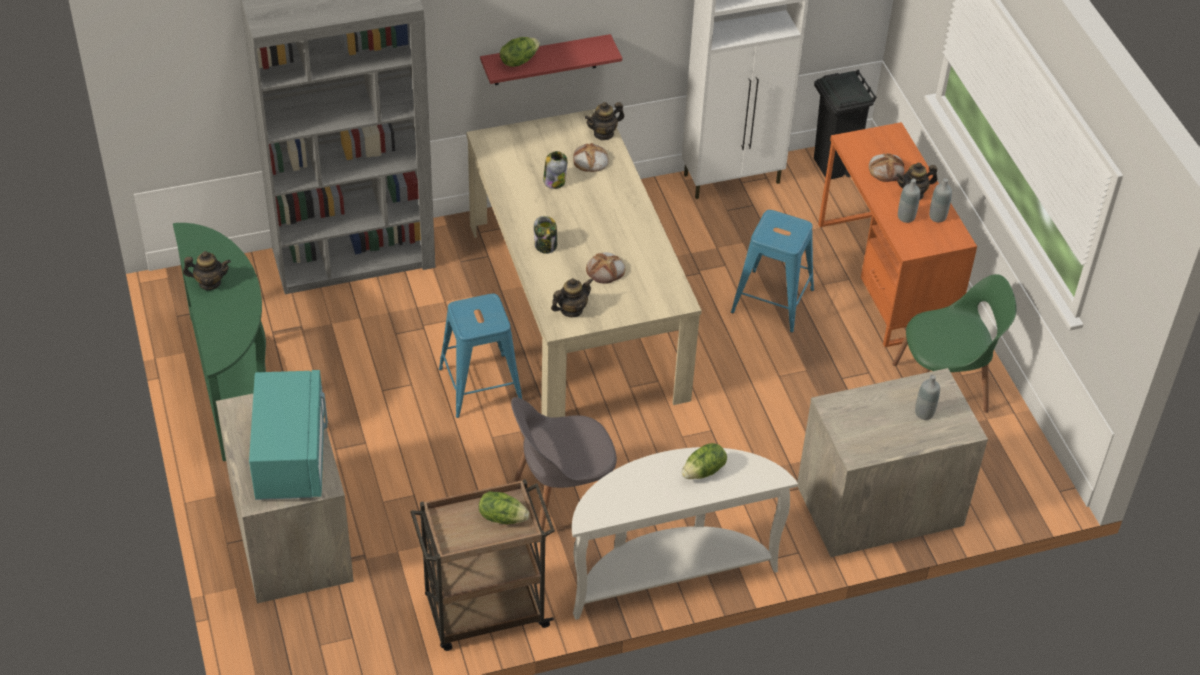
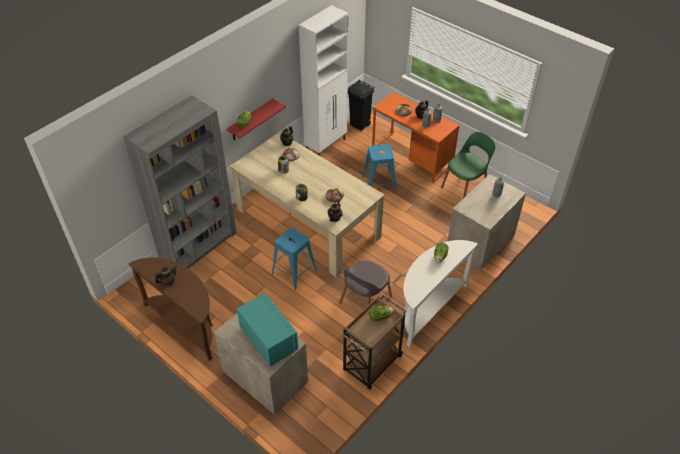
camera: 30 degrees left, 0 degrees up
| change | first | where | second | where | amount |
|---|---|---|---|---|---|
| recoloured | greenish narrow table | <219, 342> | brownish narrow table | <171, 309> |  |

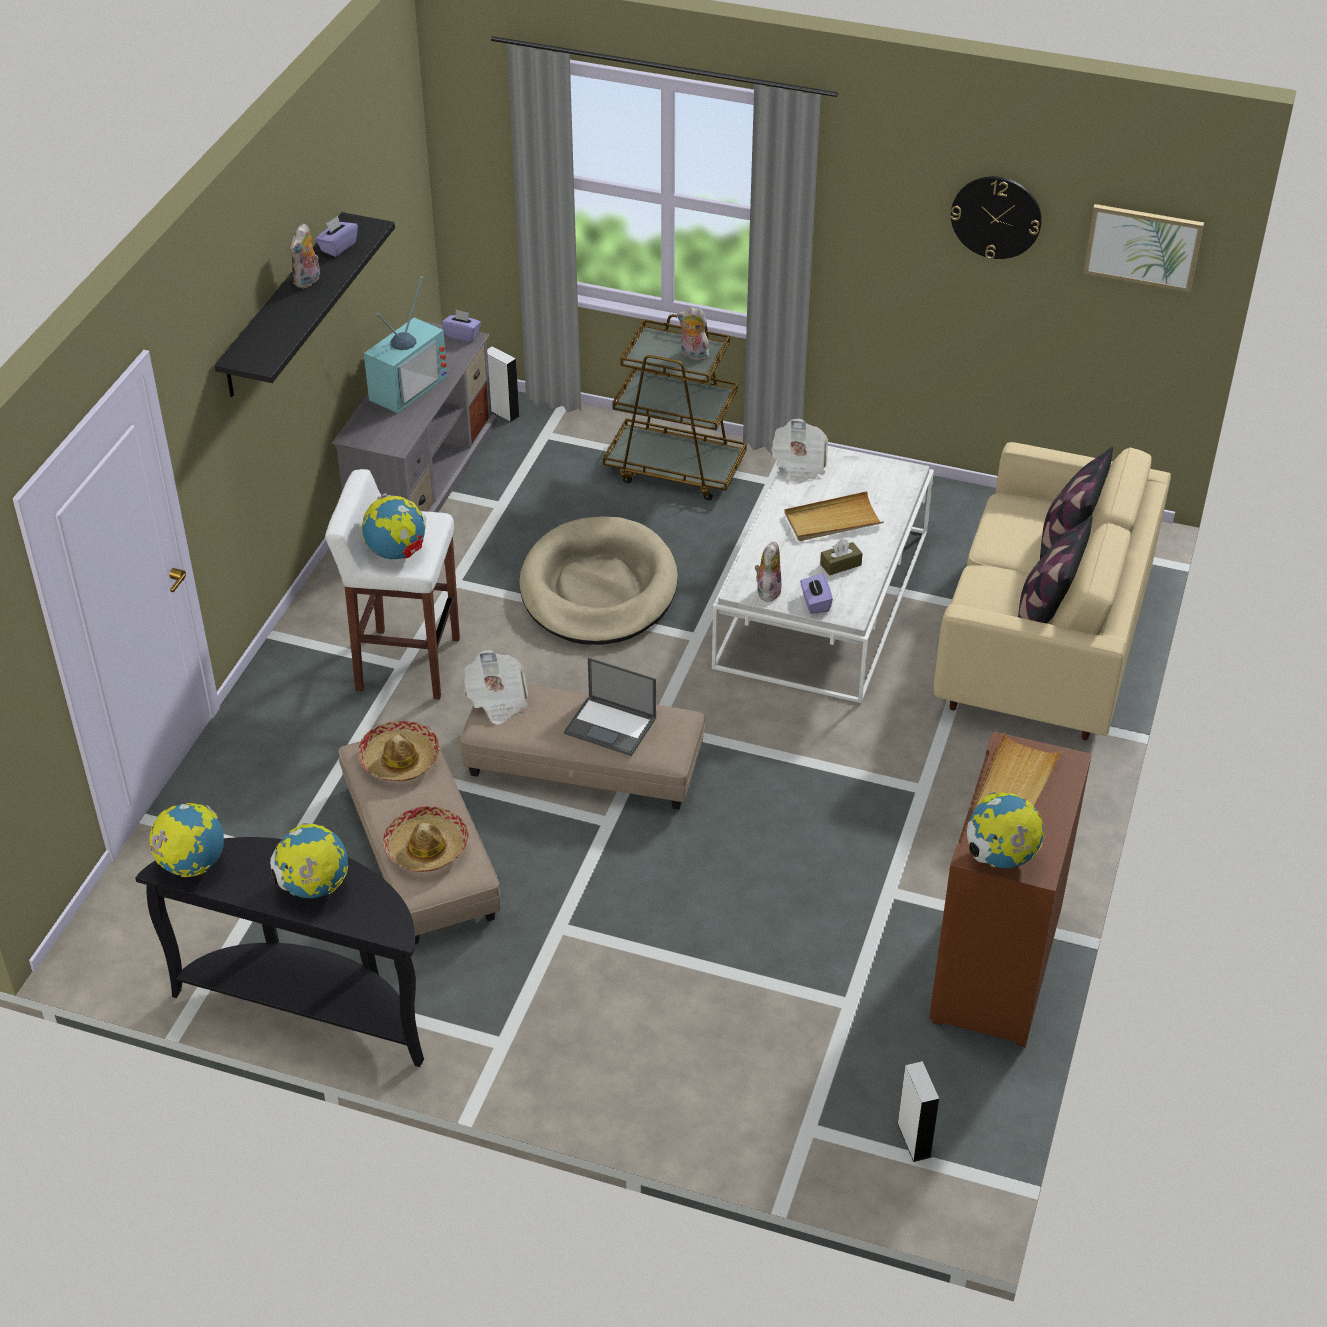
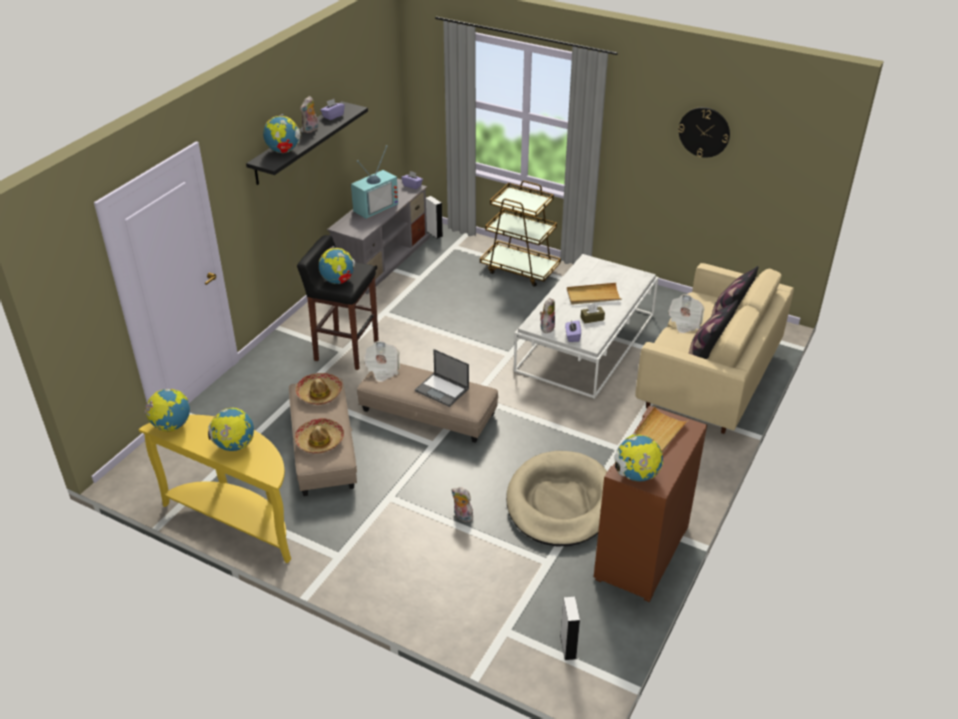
camera: 10 degrees right, 5 degrees down
| change | first | where | second | where | amount |
|---|---|---|---|---|---|
| removed | wall art | <1143, 248> |  |  |  |
| moved | soft toy | <693, 333> |  | <462, 505> |  |
| moved | printed paper | <799, 452> |  | <686, 313> |  |
| recoloured | white-coloured stool | <392, 584> | black stool | <338, 302> |  |
| moved | beige pet bed | <598, 580> |  | <556, 499> |  |
| recoloured | black narrow table | <279, 952> | yellow-coloured narrow table | <215, 489> |  |
| added |  |  | world globe | <282, 133> |  |

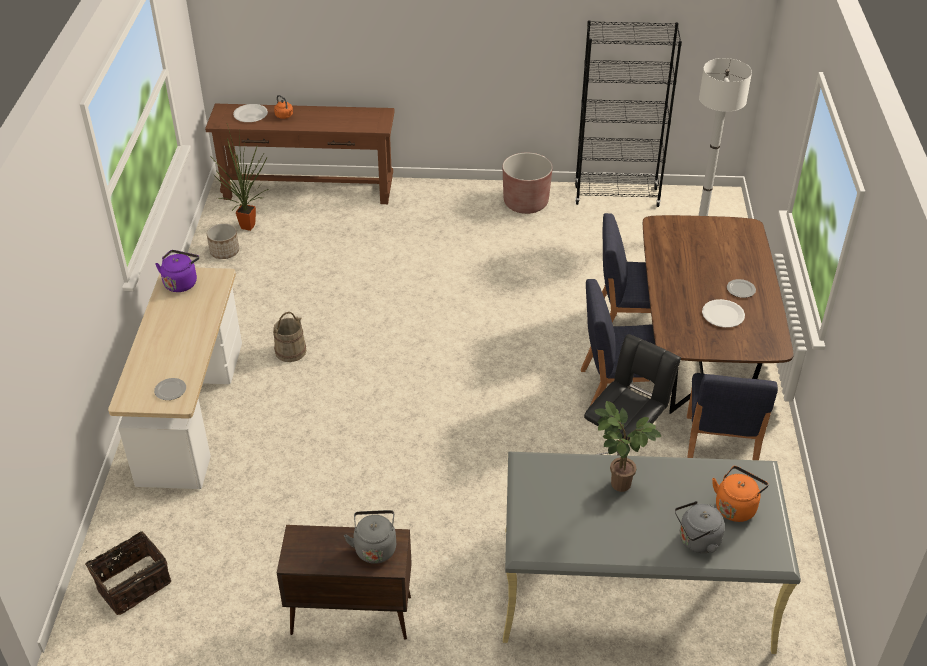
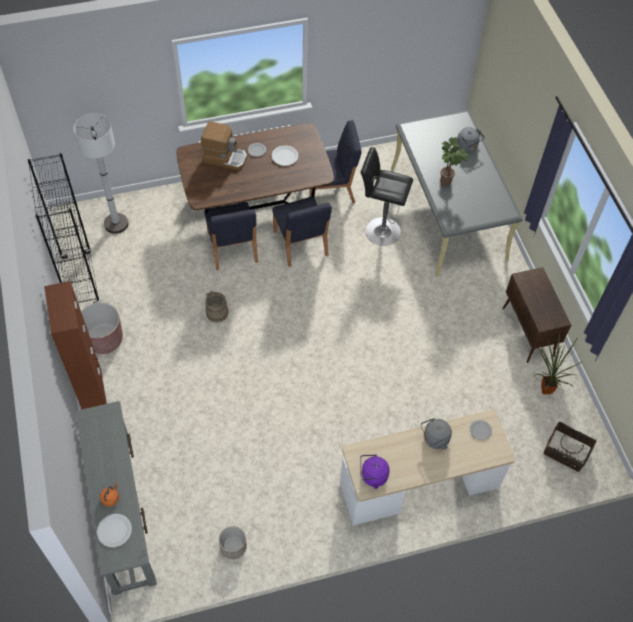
camera: 110 degrees left, 15 degrees up
| change | first | where | second | where | amount |
|---|---|---|---|---|---|
| recoloured | brownish narrow table | <300, 154> | grey narrow table | <116, 498> |  |
| moved | plant in a pot | <240, 177> |  | <558, 363> |  |
| moved | beige water bucket | <290, 337> |  | <216, 307> |  |
| removed | orange-coloured tea kettle | <740, 494> |  |  |  |
| moved | grey tea kettle | <370, 537> |  | <436, 434> |  |
| added |  |  | coffee brewer | <224, 145> |  |
| added |  |  | brownish cupboard | <75, 345> |  |

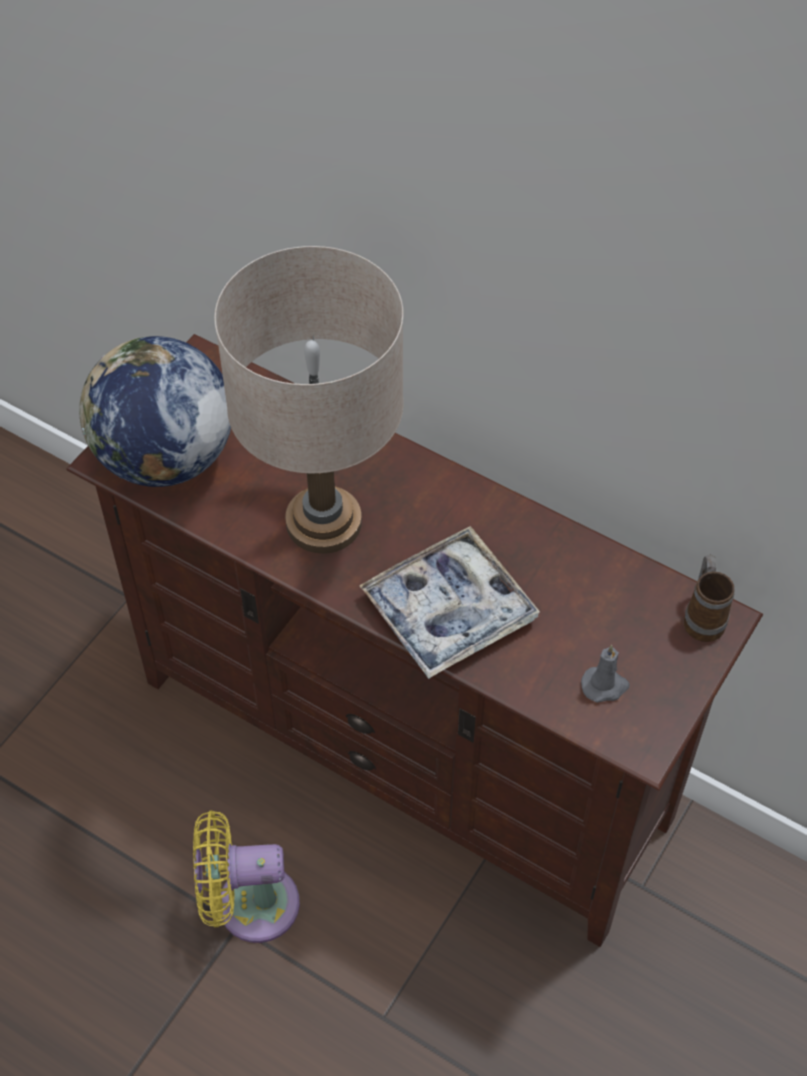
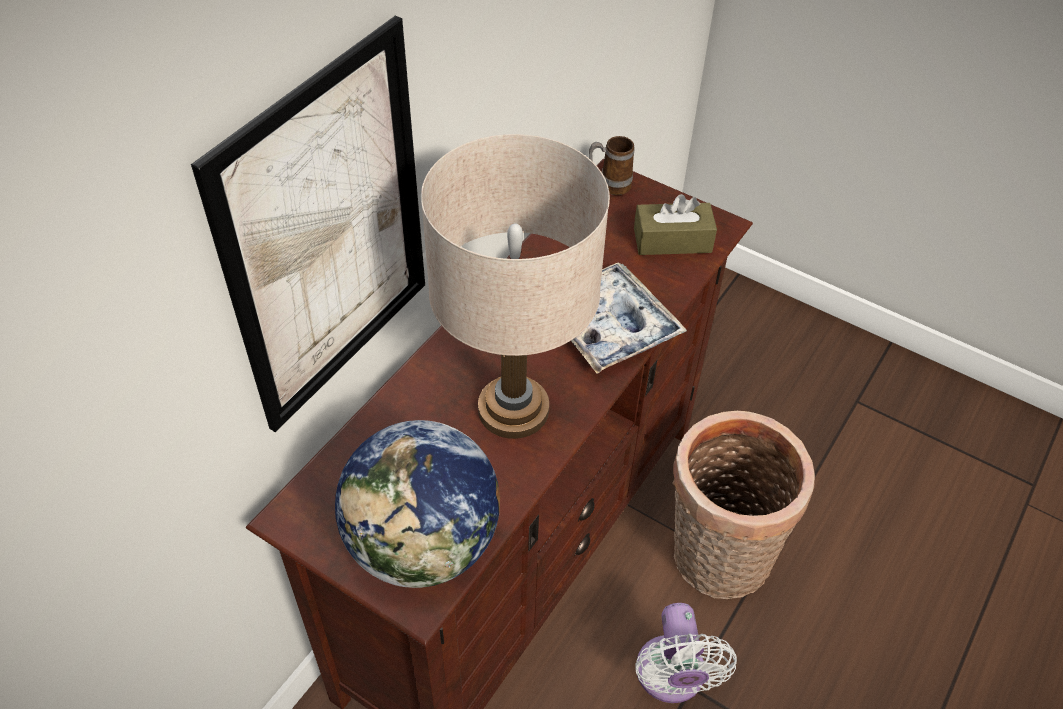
camera: 90 degrees left, 5 degrees down
| change | first | where | second | where | amount |
|---|---|---|---|---|---|
| replaced | grey candle | <605, 674> | brownish tissue box | <675, 224> |  |
| recoloured | yellow-coloured electric fan | <246, 876> | white-coloured electric fan | <686, 653> |  |
| added |  |  | wall art | <308, 224> |  |
| added |  |  | storage basket | <743, 505> |  |

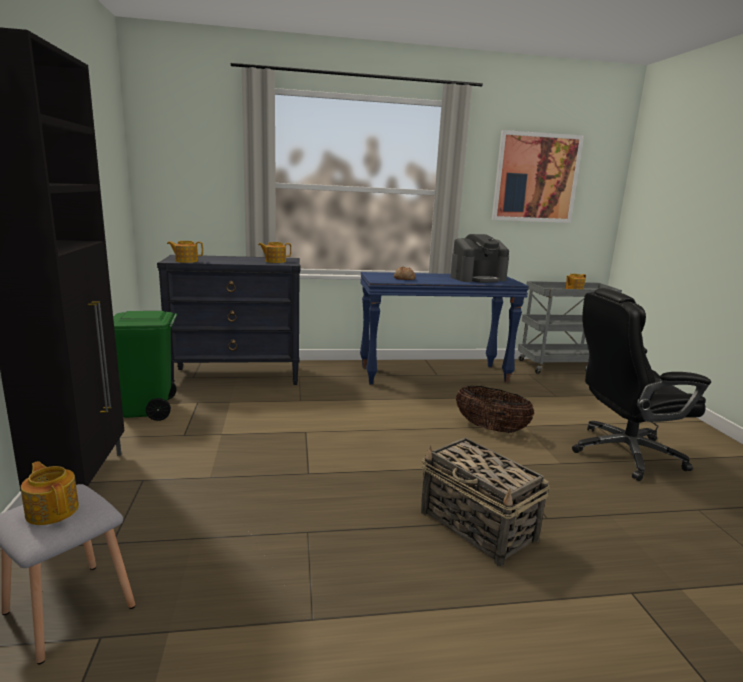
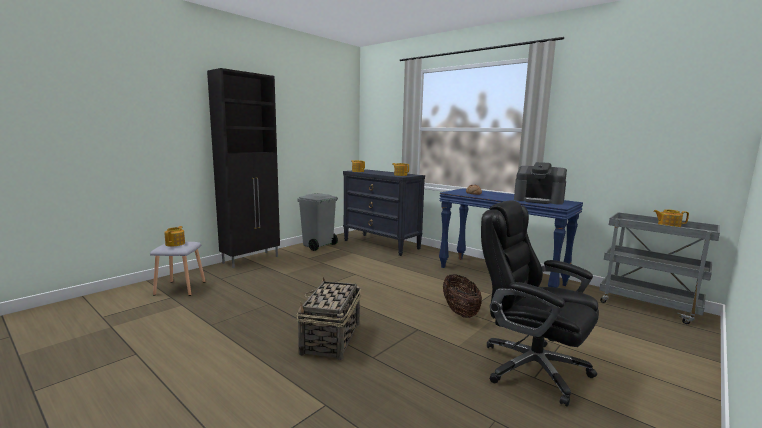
camera: 50 degrees right, 5 degrees down
| change | first | where | second | where | amount |
|---|---|---|---|---|---|
| removed | wall art | <538, 176> |  |  |  |
| recoloured | greenish rubbish bin | <145, 366> | grey rubbish bin | <317, 222> |  |

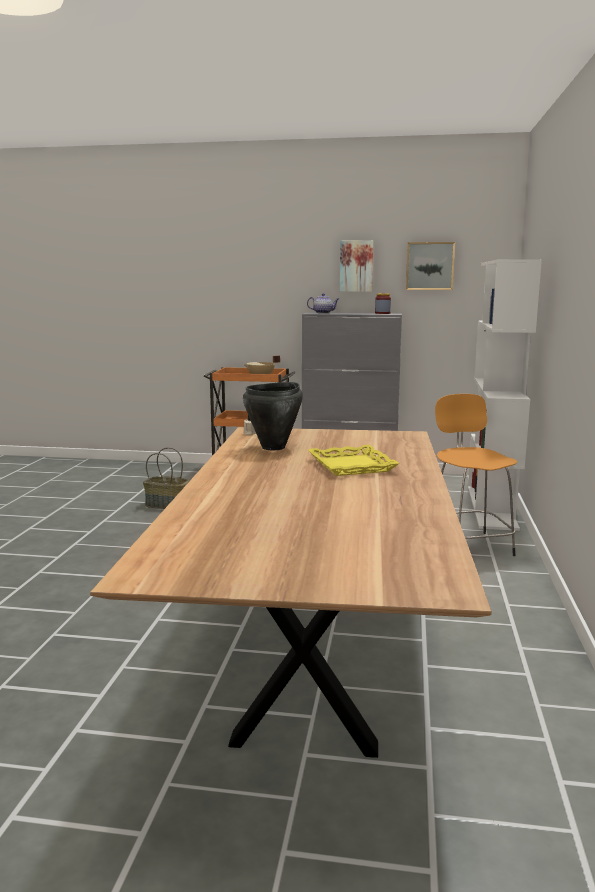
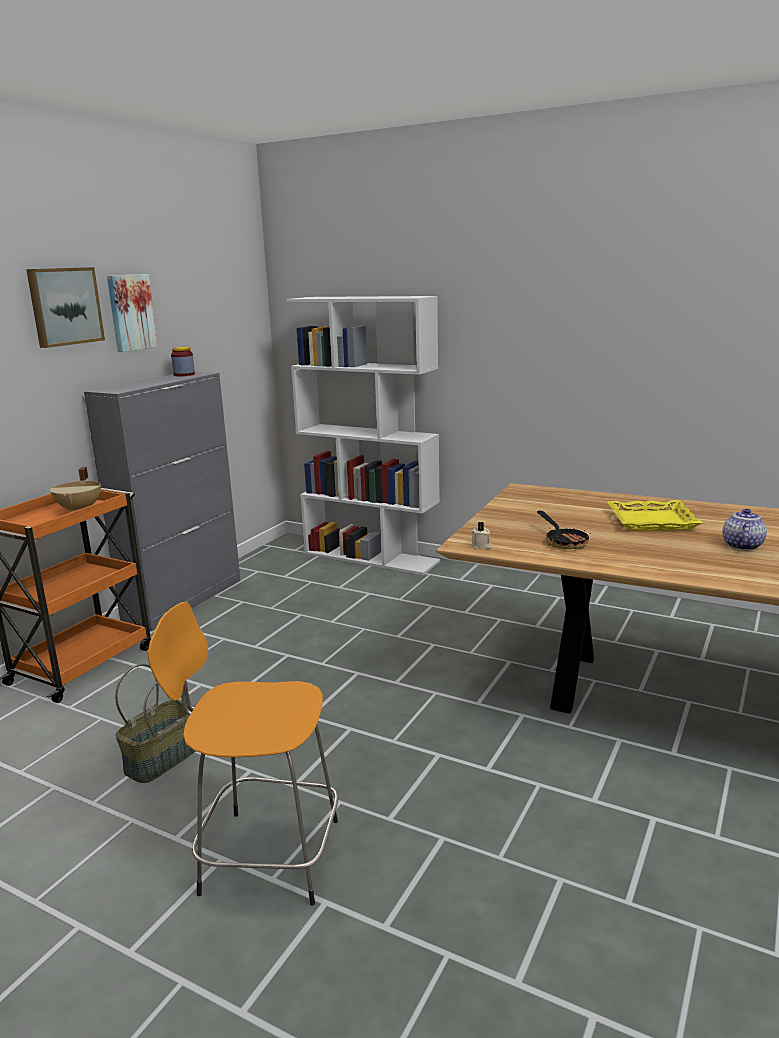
camera: 70 degrees left, 5 degrees up
| change | first | where | second | where | amount |
|---|---|---|---|---|---|
| moved | wall art | <430, 266> |  | <65, 307> |  |
| moved | pot for tea | <323, 303> |  | <744, 529> |  |
| replaced | black saucepot | <273, 416> | skillet | <564, 529> |  |
| moved | orange-coloured stool | <476, 475> |  | <243, 753> |  |

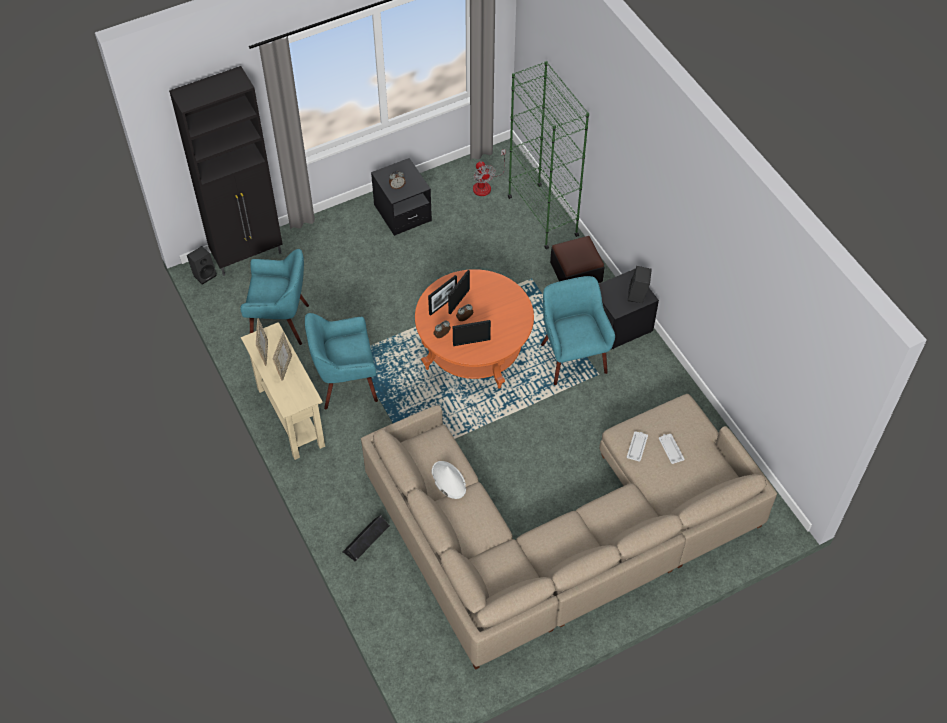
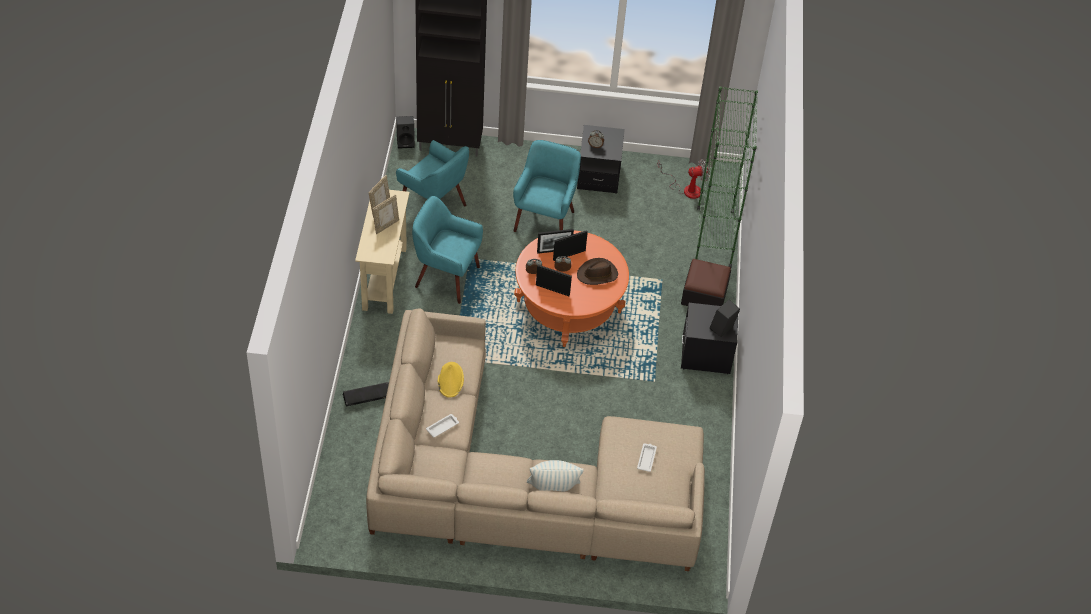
camera: 30 degrees right, 5 degrees down
| change | first | where | second | where | amount |
|---|---|---|---|---|---|
| turned | electric fan | <489, 172> |  | <683, 179> | 120 degrees counterclockwise |
| moved | turquoise lounge chair | <578, 330> |  | <547, 186> |  |
| moved | white-coloured carrying tray | <637, 446> |  | <442, 426> |  |
| recoloured | white-coloured wearable hat | <449, 480> | yellow-coloured wearable hat | <451, 380> |  |
| added |  |  | brownish wearable hat | <597, 271> |  |
| added |  |  | throw pillow | <555, 476> |  |

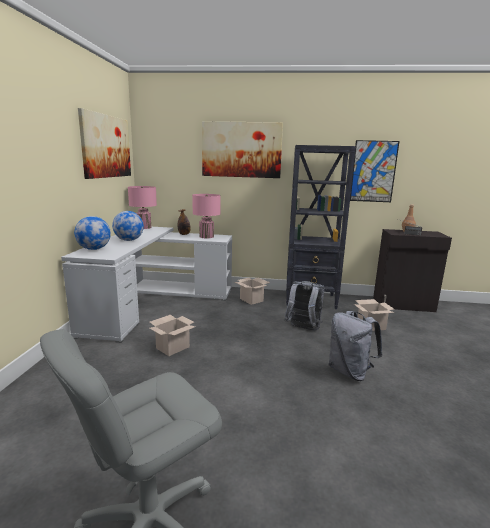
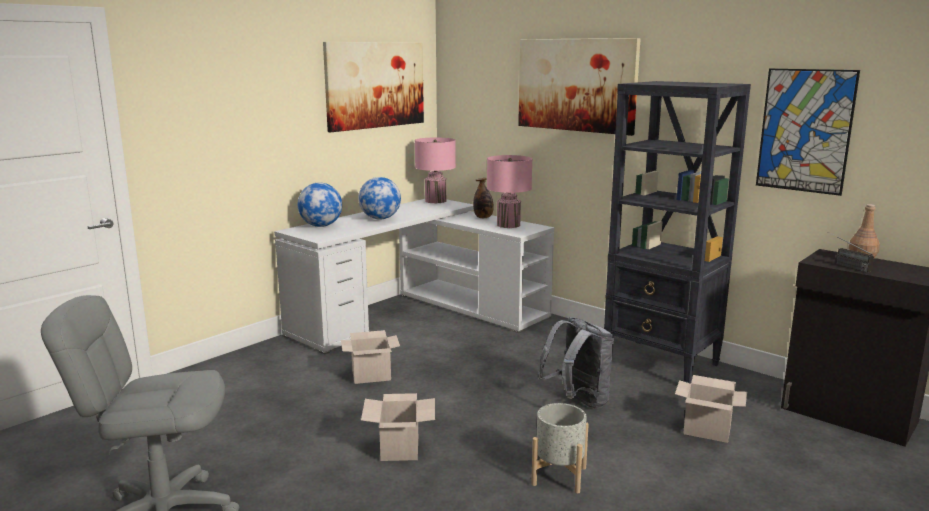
camera: 35 degrees right, 0 degrees up
| change | first | where | second | where | amount |
|---|---|---|---|---|---|
| moved | cardboard box | <252, 291> |  | <398, 427> |  |
| replaced | grey knapsack | <355, 346> | grey plant pot | <560, 448> |  |

